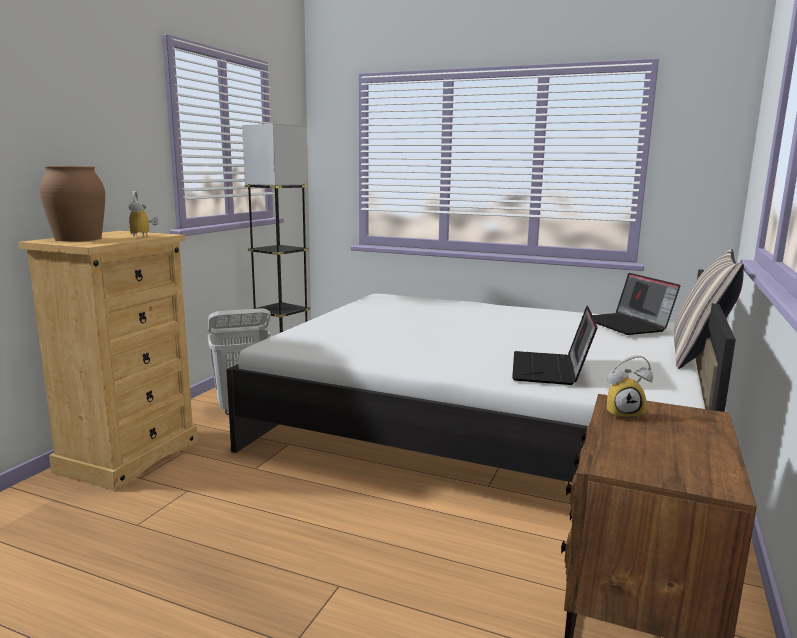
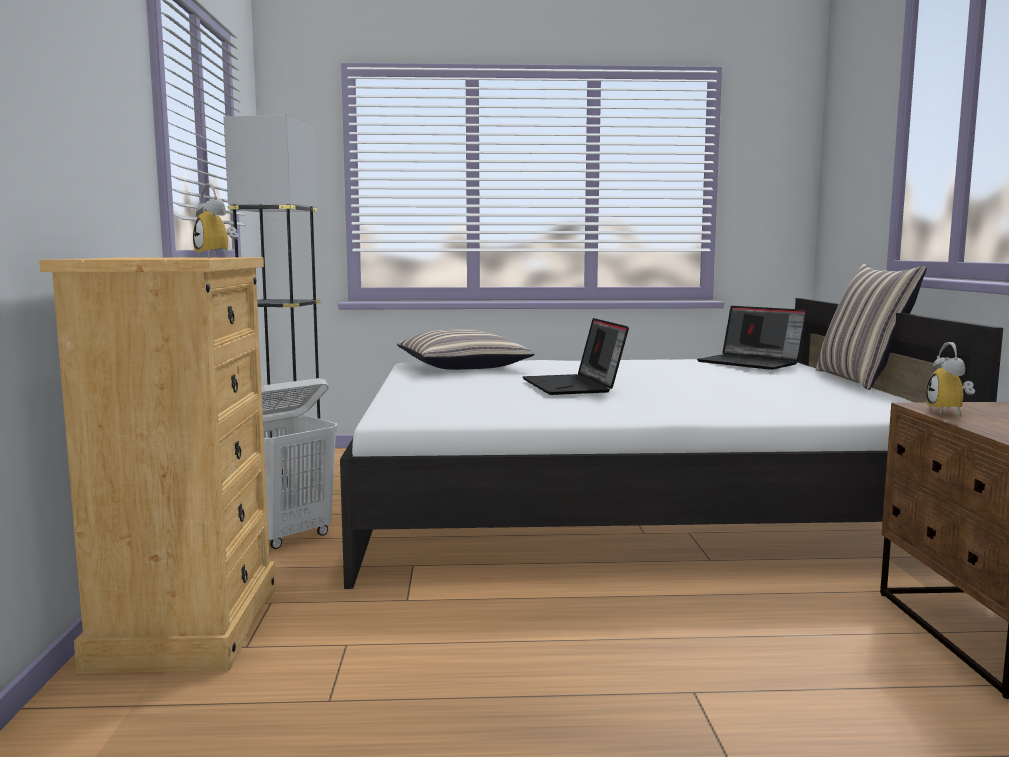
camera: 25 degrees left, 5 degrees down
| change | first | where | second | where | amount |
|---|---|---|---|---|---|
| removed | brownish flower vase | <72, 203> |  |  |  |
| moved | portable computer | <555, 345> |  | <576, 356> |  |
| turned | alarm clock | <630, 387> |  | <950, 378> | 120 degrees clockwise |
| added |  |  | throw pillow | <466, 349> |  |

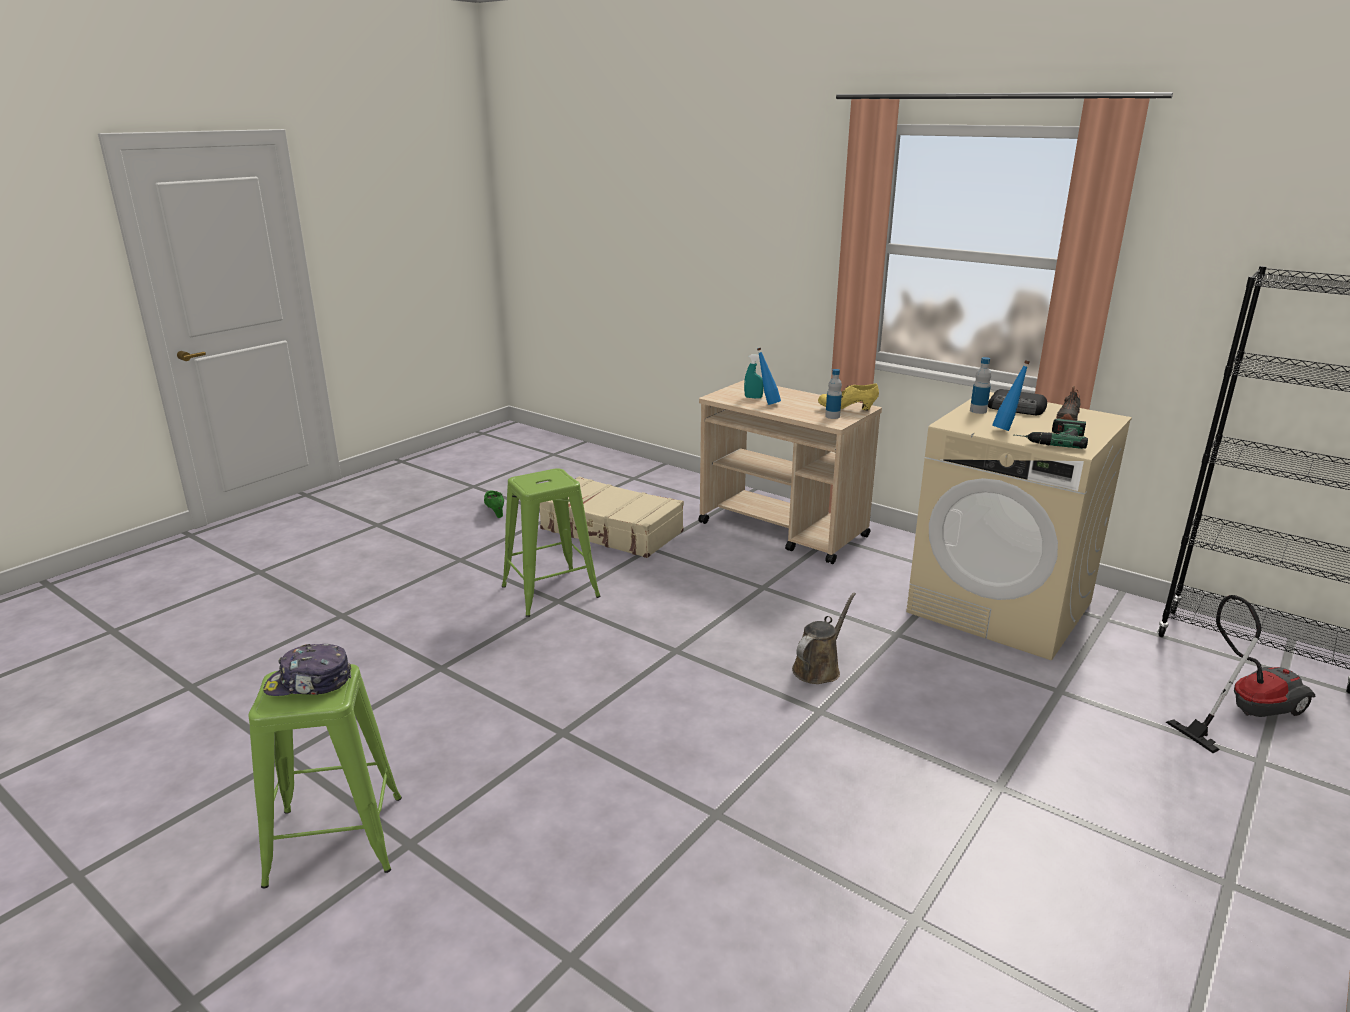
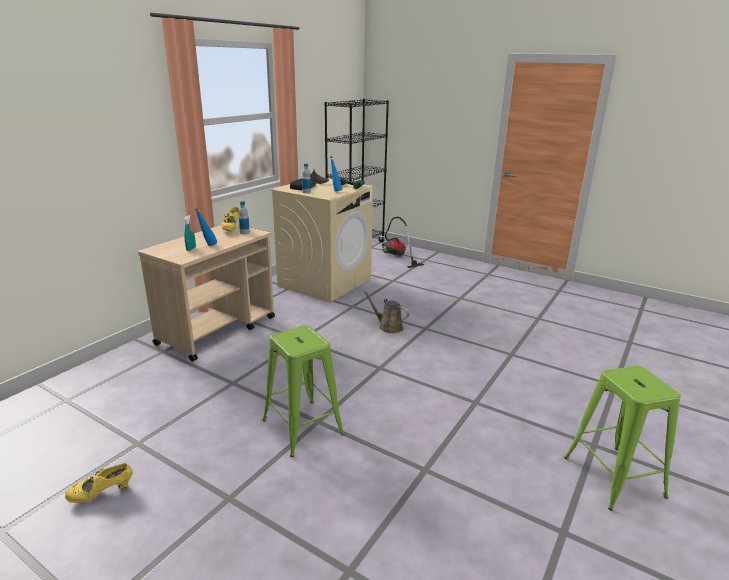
camera: 95 degrees left, 0 degrees up
| change | first | where | second | where | amount |
|---|---|---|---|---|---|
| removed | beige piece of luggage | <612, 517> |  |  |  |
| recoloured | greenish low shoe | <494, 504> | yellow-coloured low shoe | <99, 483> |  |
| removed | baseball cap | <307, 670> |  |  |  |

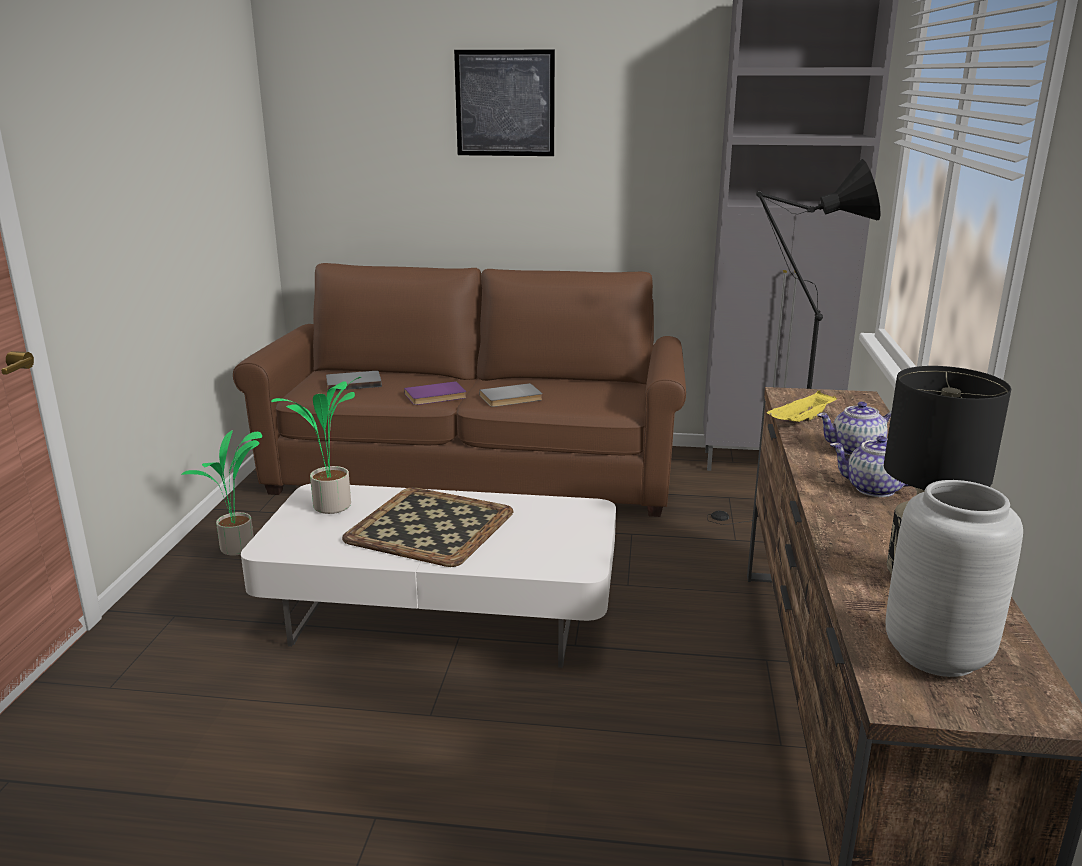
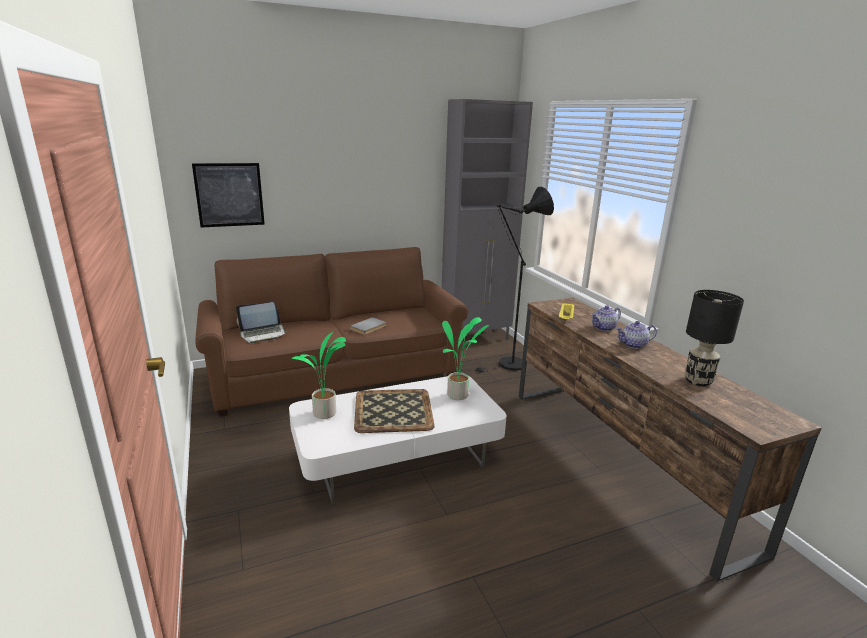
camera: 30 degrees left, 0 degrees up
| change | first | where | second | where | amount |
|---|---|---|---|---|---|
| moved | wall art | <504, 103> |  | <228, 195> |  |
| replaced | grey volume | <354, 381> | portable computer | <261, 322> |  |
| removed | purple volume | <435, 393> |  |  |  |
| moved | plant in a pot | <221, 492> |  | <465, 358> |  |
| removed | grey flower vase | <954, 578> |  |  |  |

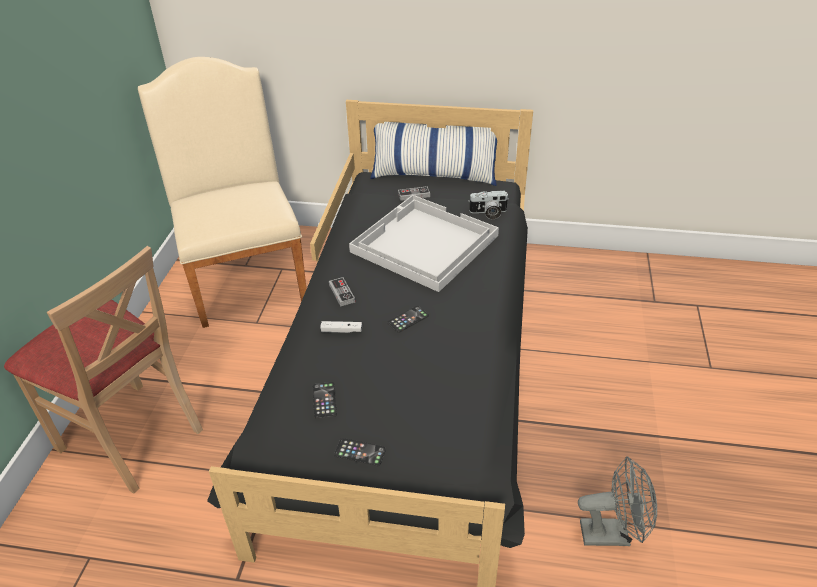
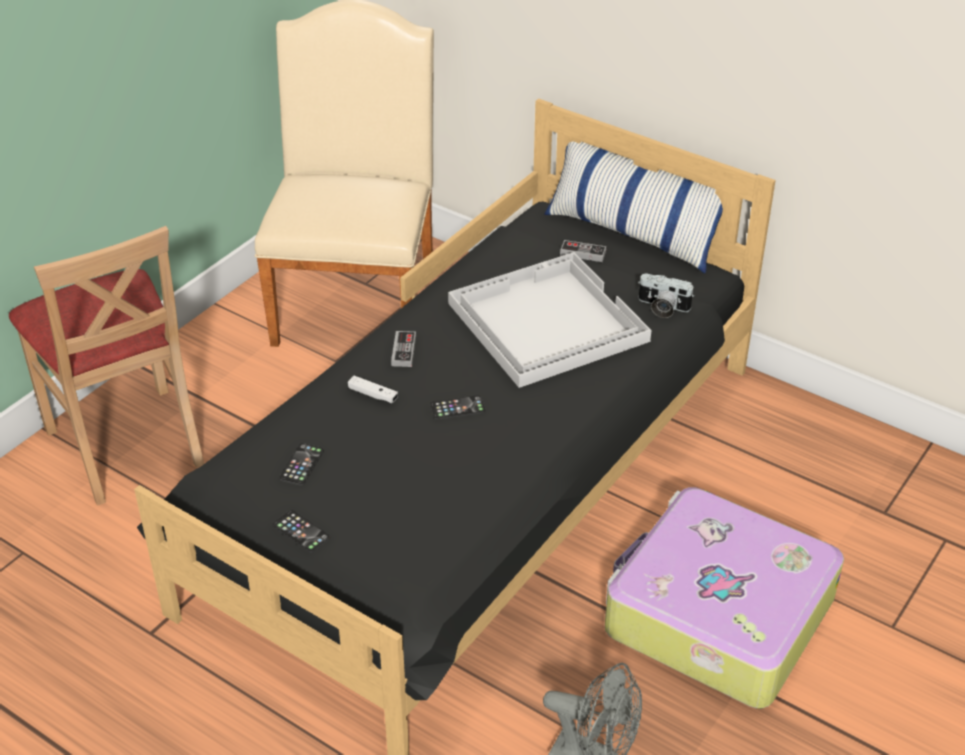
camera: 25 degrees right, 0 degrees up
| change | first | where | second | where | amount |
|---|---|---|---|---|---|
| added |  |  | piece of luggage | <724, 597> |  |

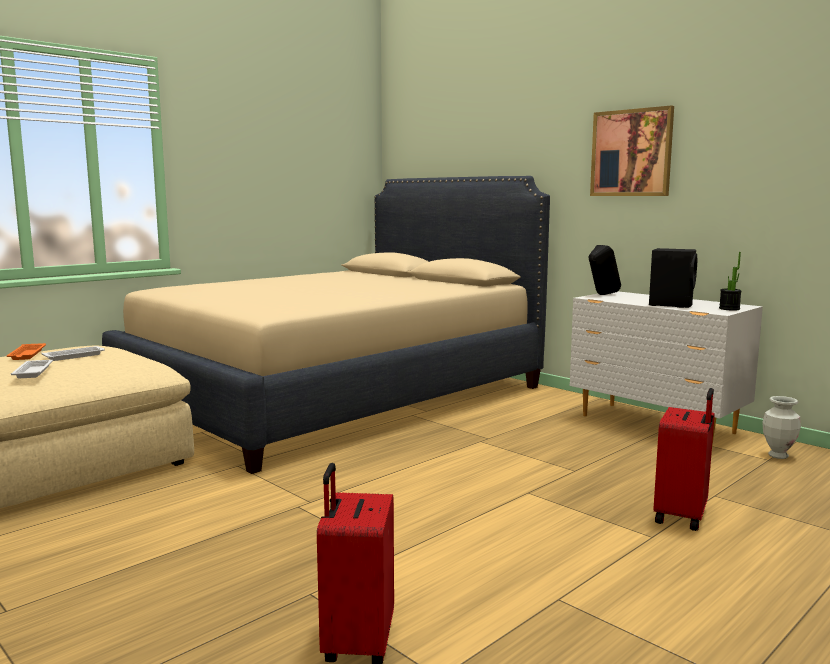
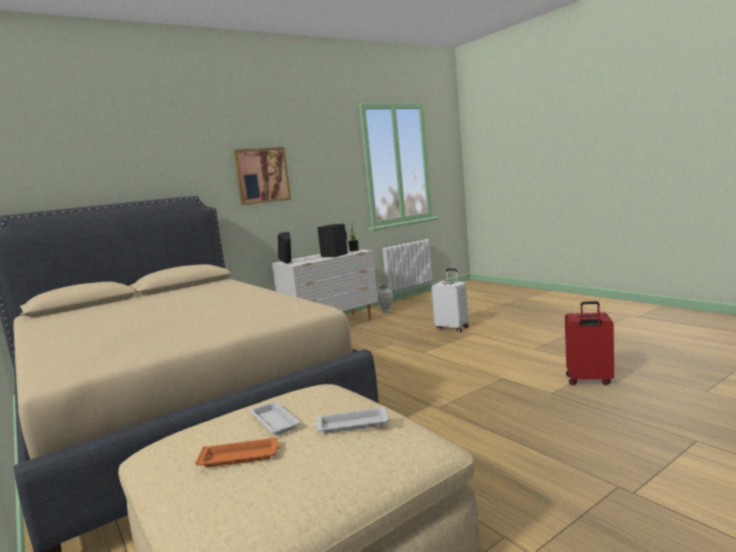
camera: 80 degrees left, 0 degrees up
| change | first | where | second | where | amount |
|---|---|---|---|---|---|
| recoloured | reddish piece of luggage | <684, 459> | white-coloured piece of luggage | <450, 300> |  |

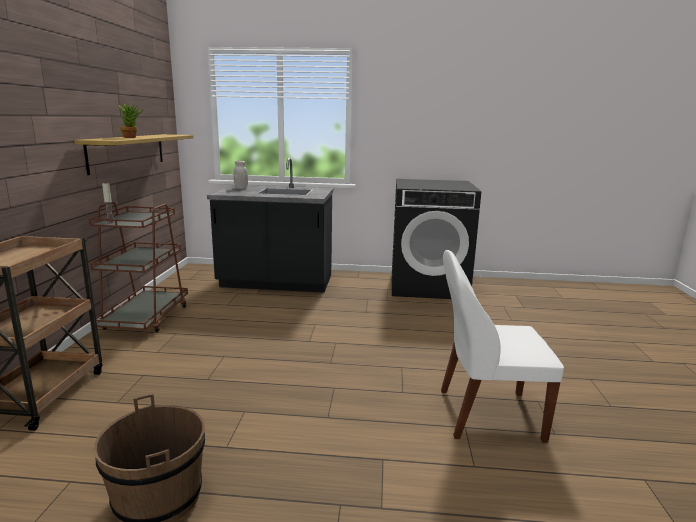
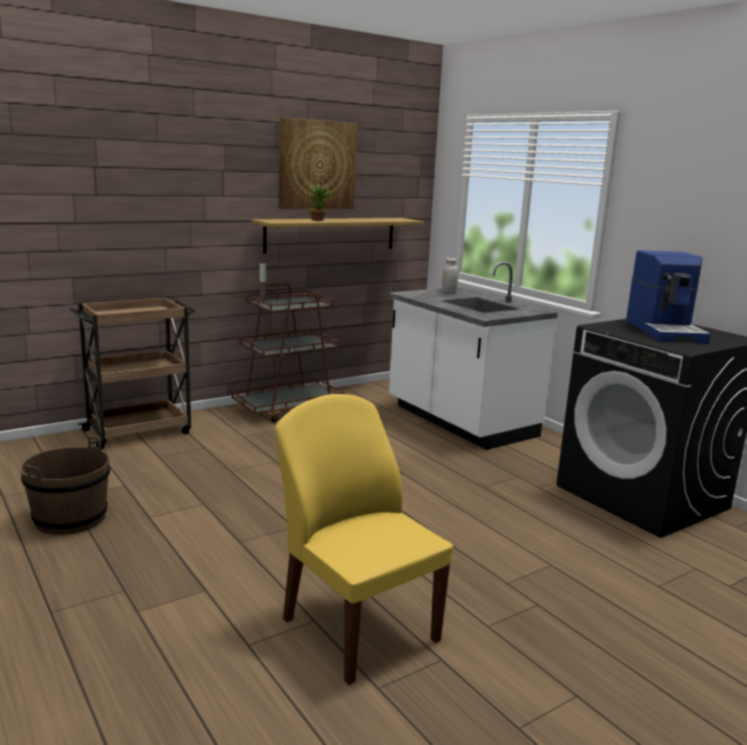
camera: 50 degrees right, 0 degrees up
| change | first | where | second | where | amount |
|---|---|---|---|---|---|
| recoloured | black kitchen base unit | <270, 225> | white-coloured kitchen base unit | <473, 355> |  |
| recoloured | white-coloured upright chair | <502, 346> | yellow-coloured upright chair | <364, 539> |  |
| added |  |  | wall art | <318, 163> |  |
| added |  |  | coffee brewer | <668, 296> |  |

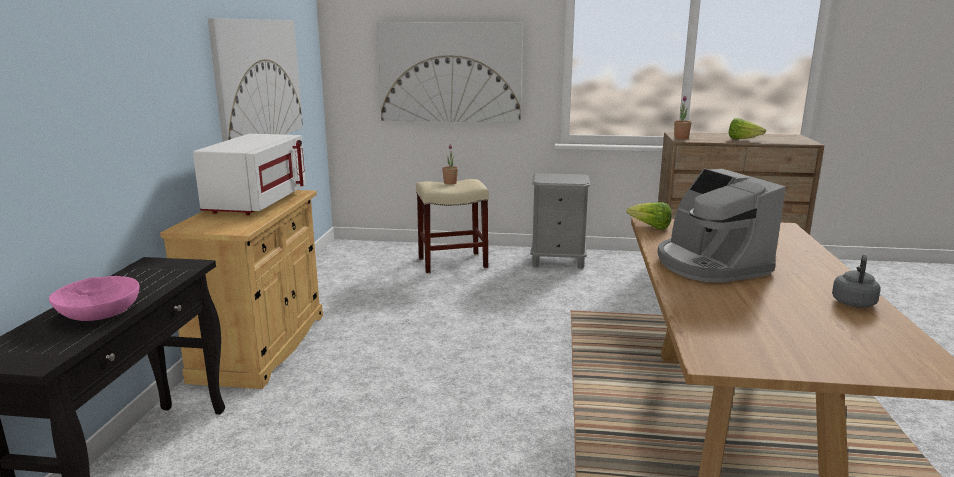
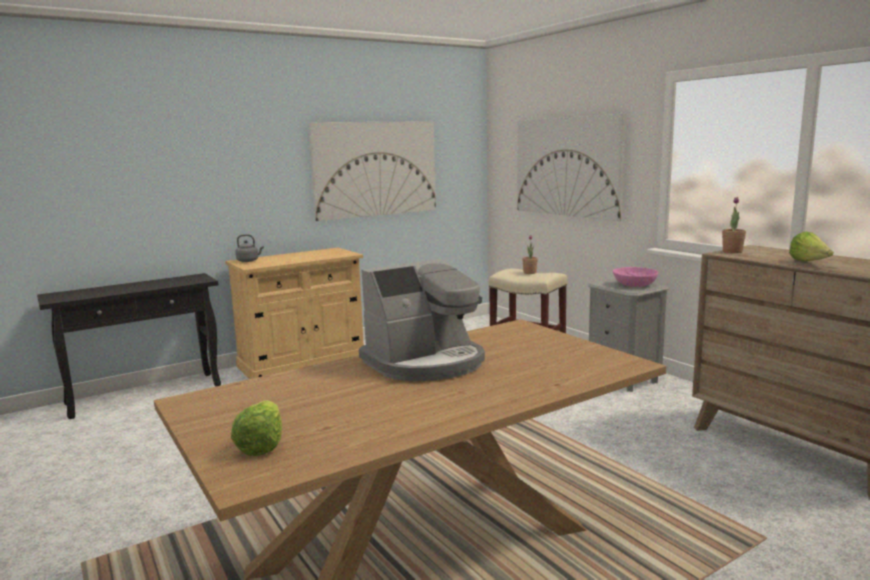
camera: 50 degrees right, 5 degrees down
| change | first | where | second | where | amount |
|---|---|---|---|---|---|
| removed | white-coloured microwave | <249, 174> |  |  |  |
| turned | coffee brewer | <721, 226> |  | <422, 320> | 150 degrees counterclockwise |
| moved | lettuce head | <649, 216> |  | <256, 428> |  |
| moved | grey tea kettle | <856, 281> |  | <249, 248> |  |
| moved | pinkish deep dish | <94, 298> |  | <635, 277> |  |

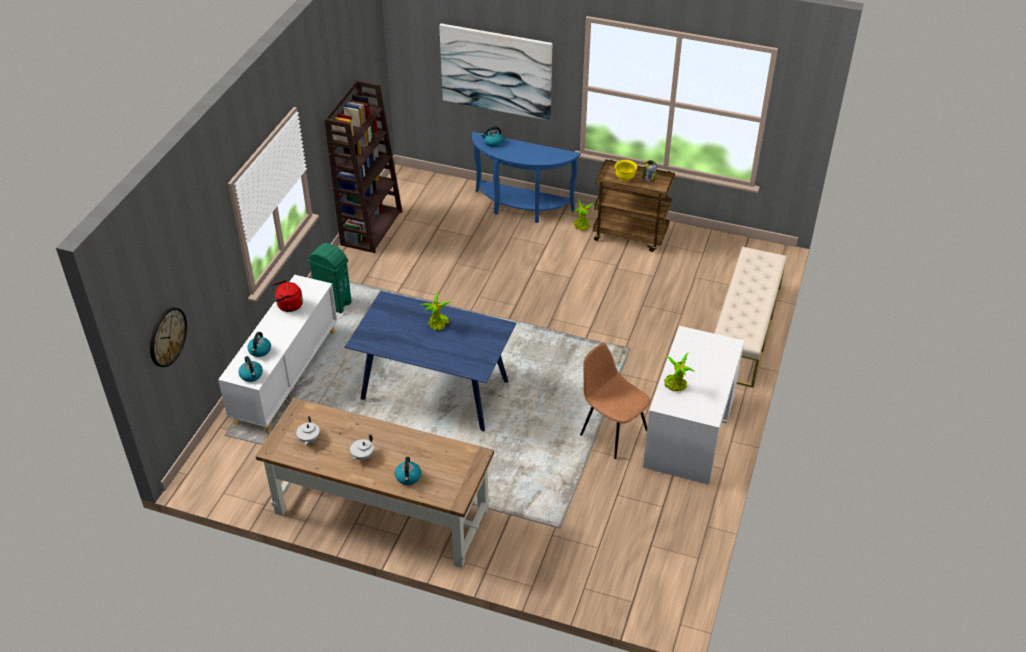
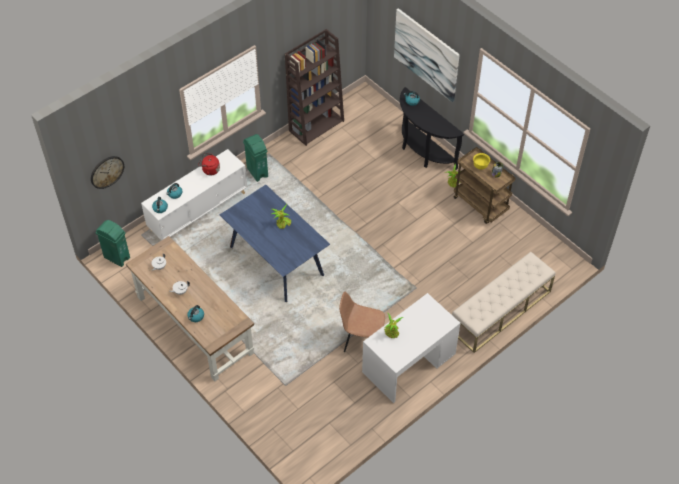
camera: 30 degrees right, 10 degrees up
| change | first | where | second | where | amount |
|---|---|---|---|---|---|
| recoloured | blue-coloured narrow table | <526, 177> | black narrow table | <432, 128> |  |
| turned | brownish upright chair | <615, 401> |  | <362, 322> | 60 degrees counterclockwise |
| added |  |  | greenish rubbish bin | <113, 243> |  |

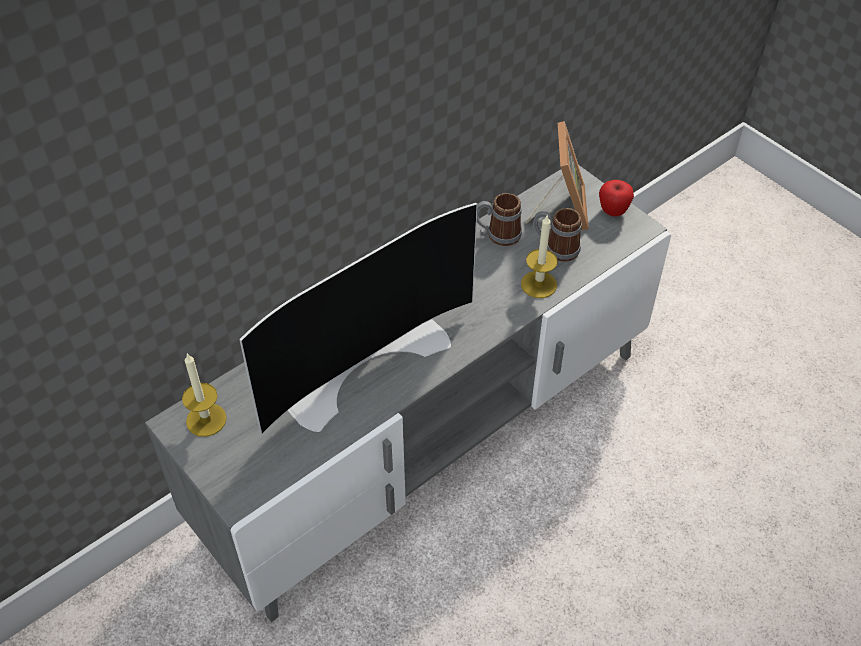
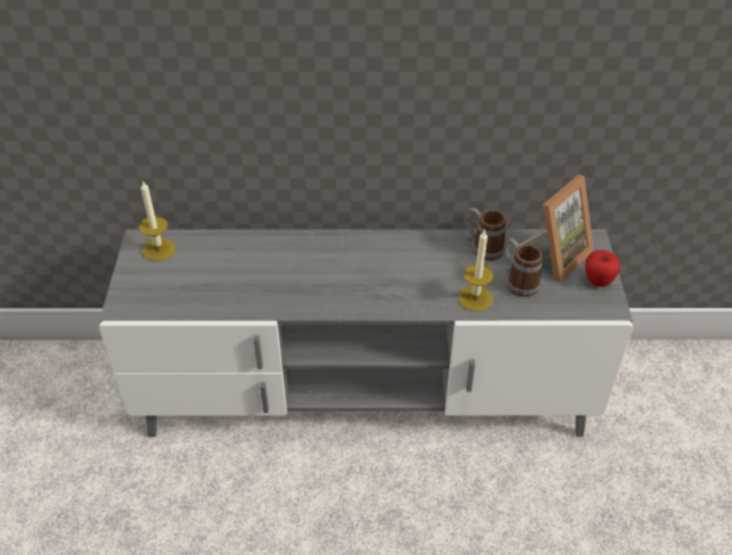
camera: 40 degrees right, 5 degrees down
| change | first | where | second | where | amount |
|---|---|---|---|---|---|
| removed | television | <358, 319> |  |  |  |

